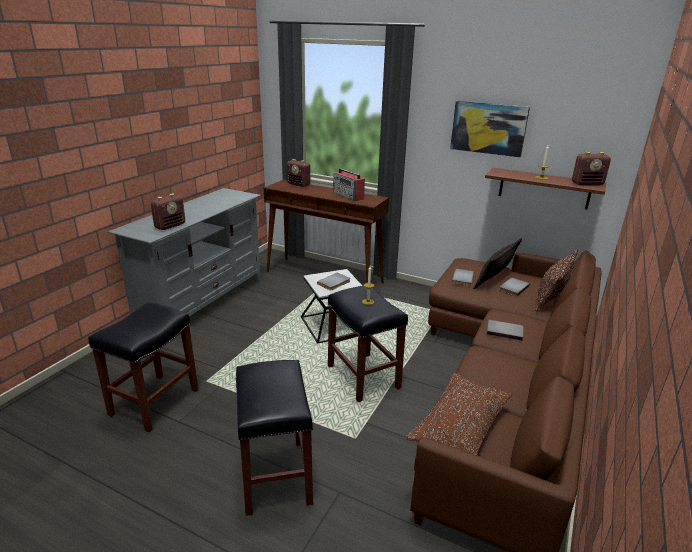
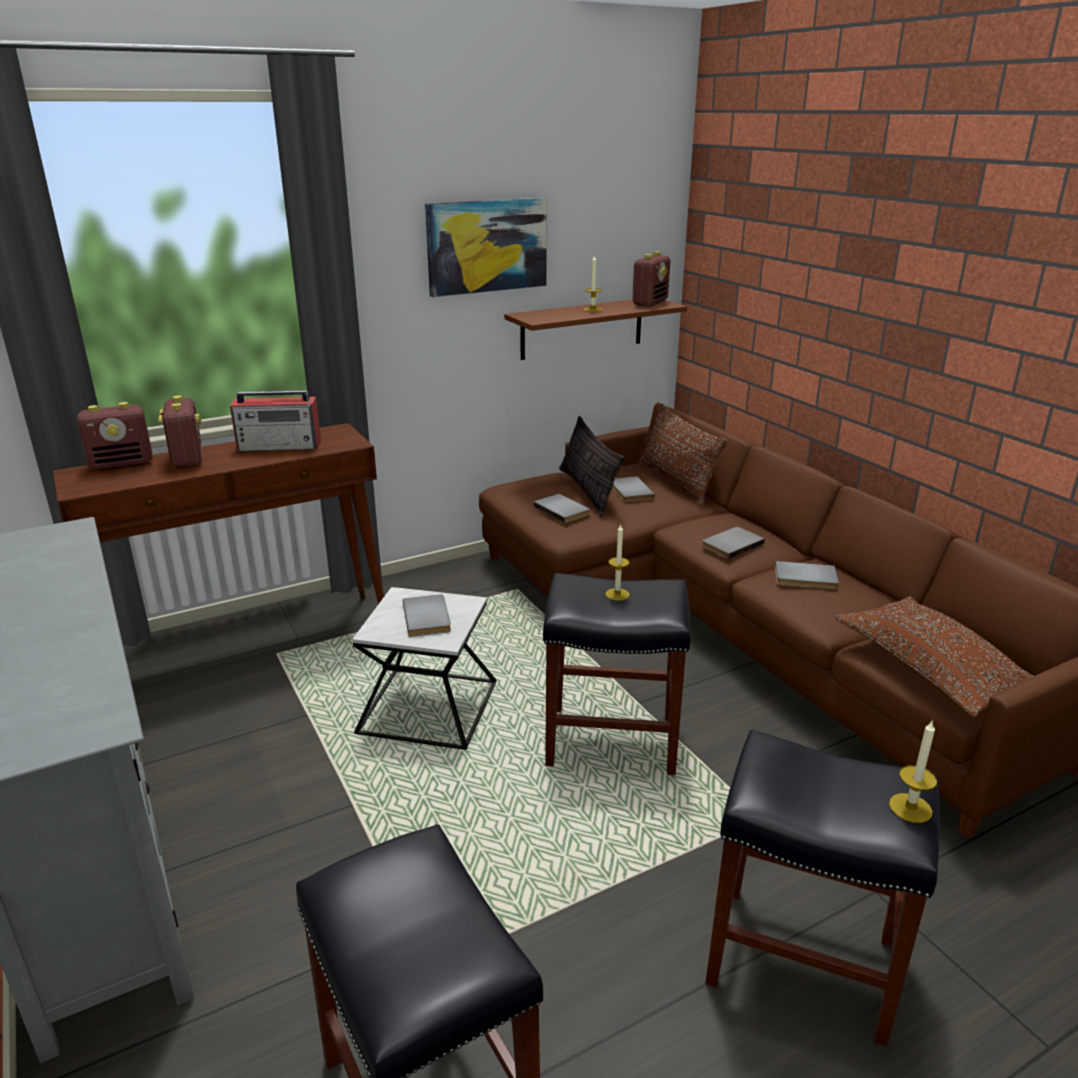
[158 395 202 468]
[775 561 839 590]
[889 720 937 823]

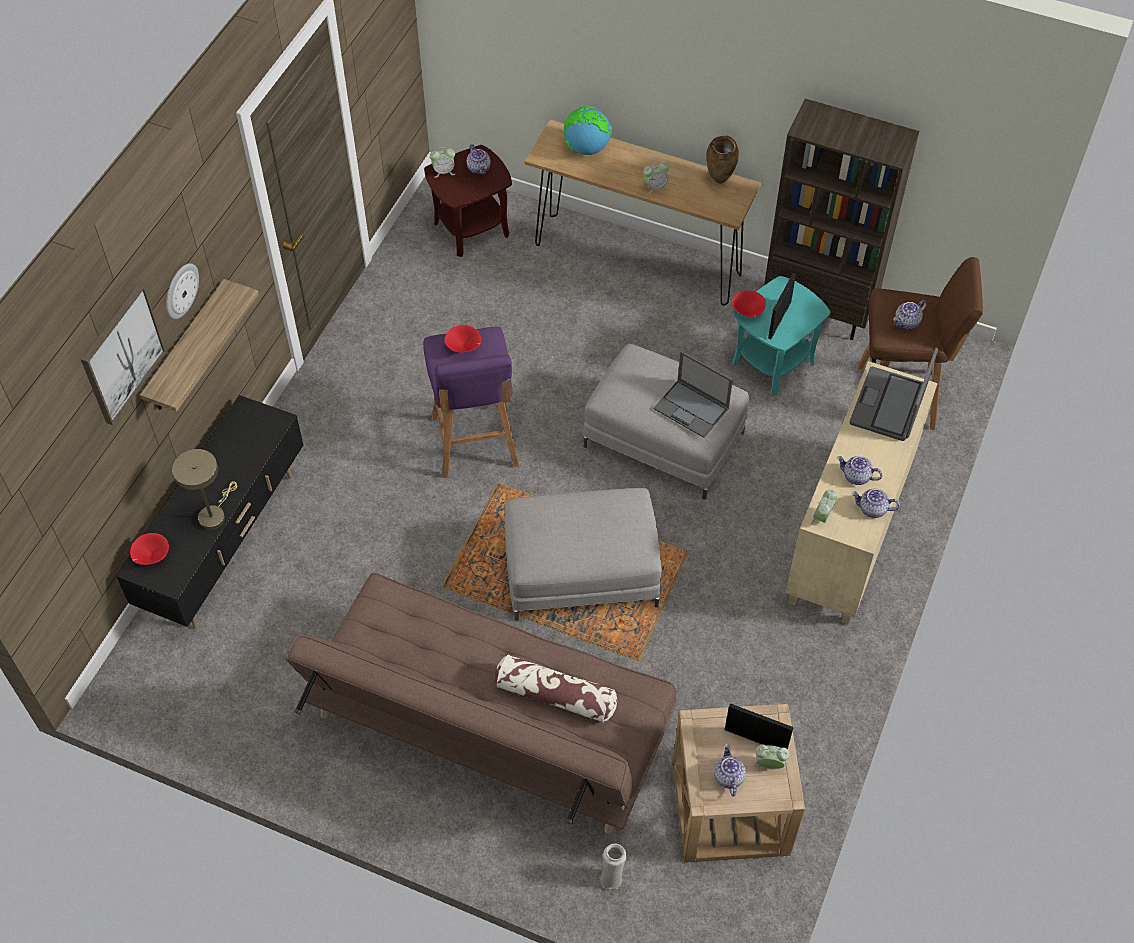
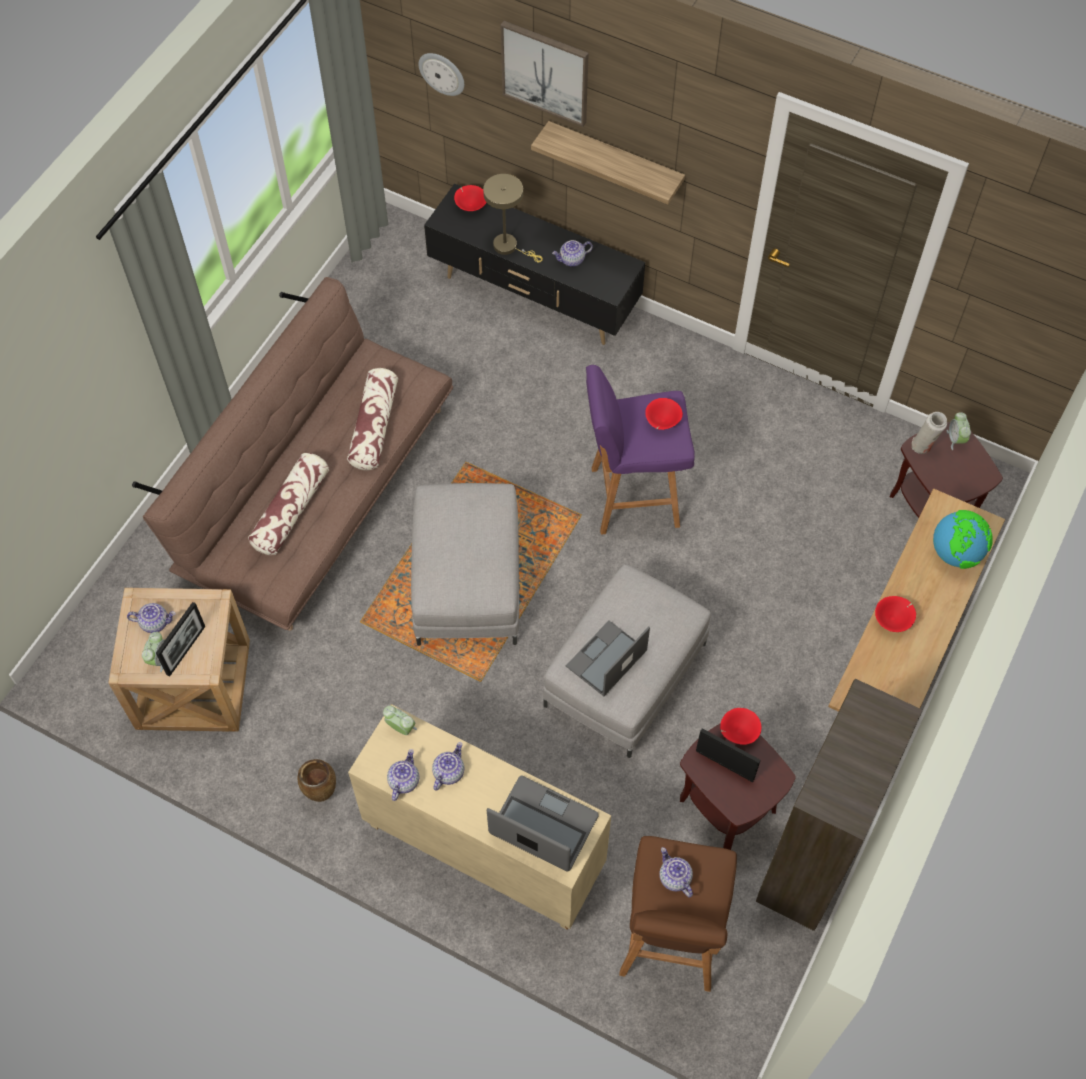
[418 53 464 96]
[552 240 593 267]
[911 412 947 454]
[875 596 916 632]
[297 759 336 802]
[680 723 796 850]
[347 368 398 470]

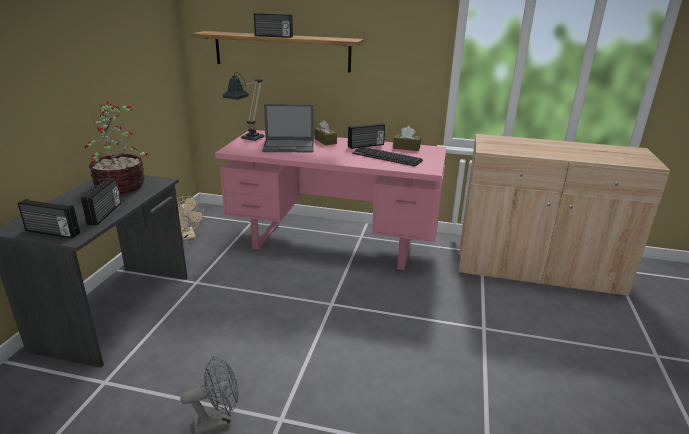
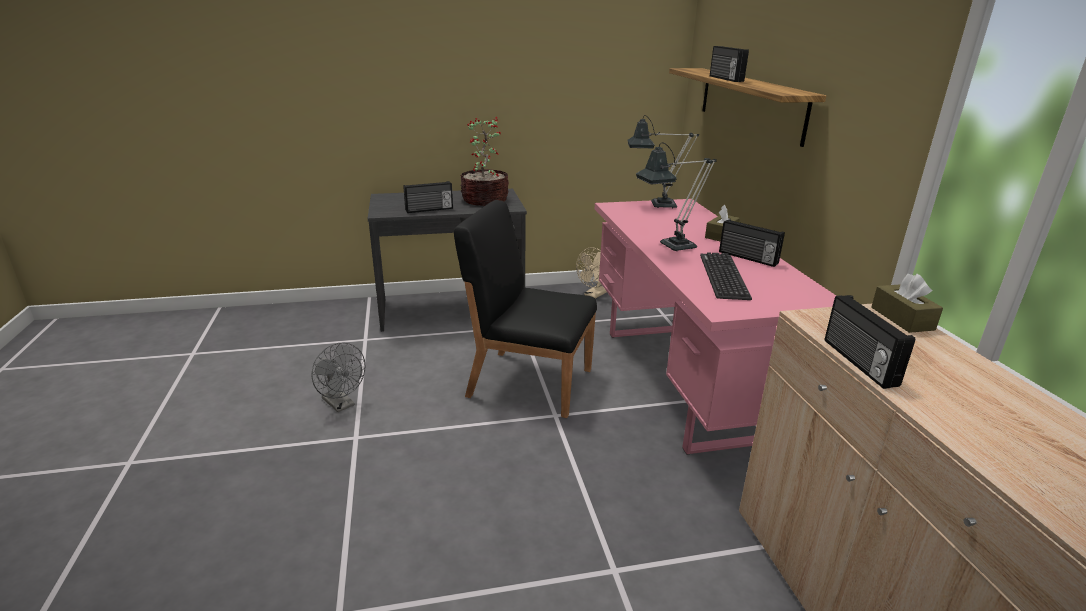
[824 295 915 389]
[262 104 314 152] (first image)
[871 274 943 333]
[454 200 597 418]
[636 142 717 251]

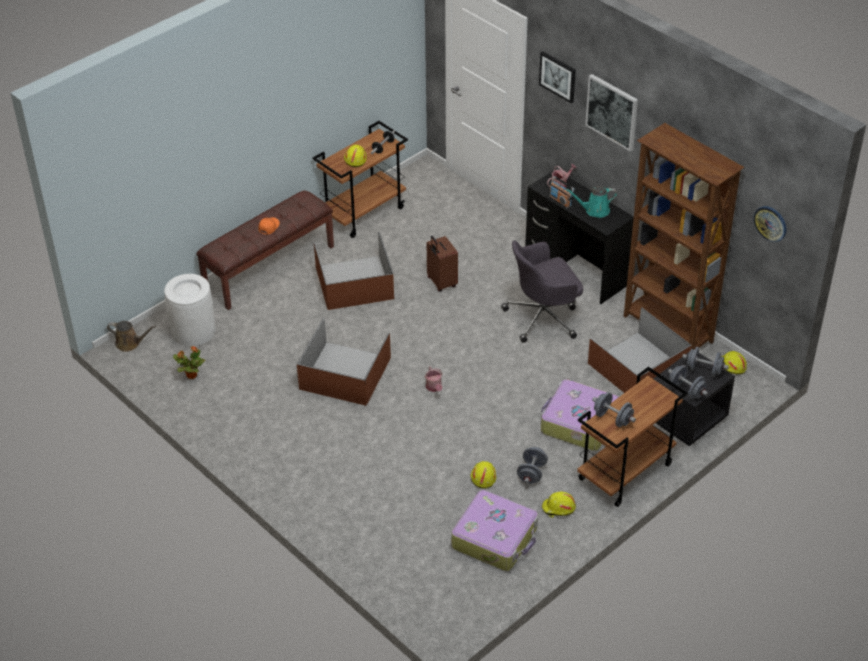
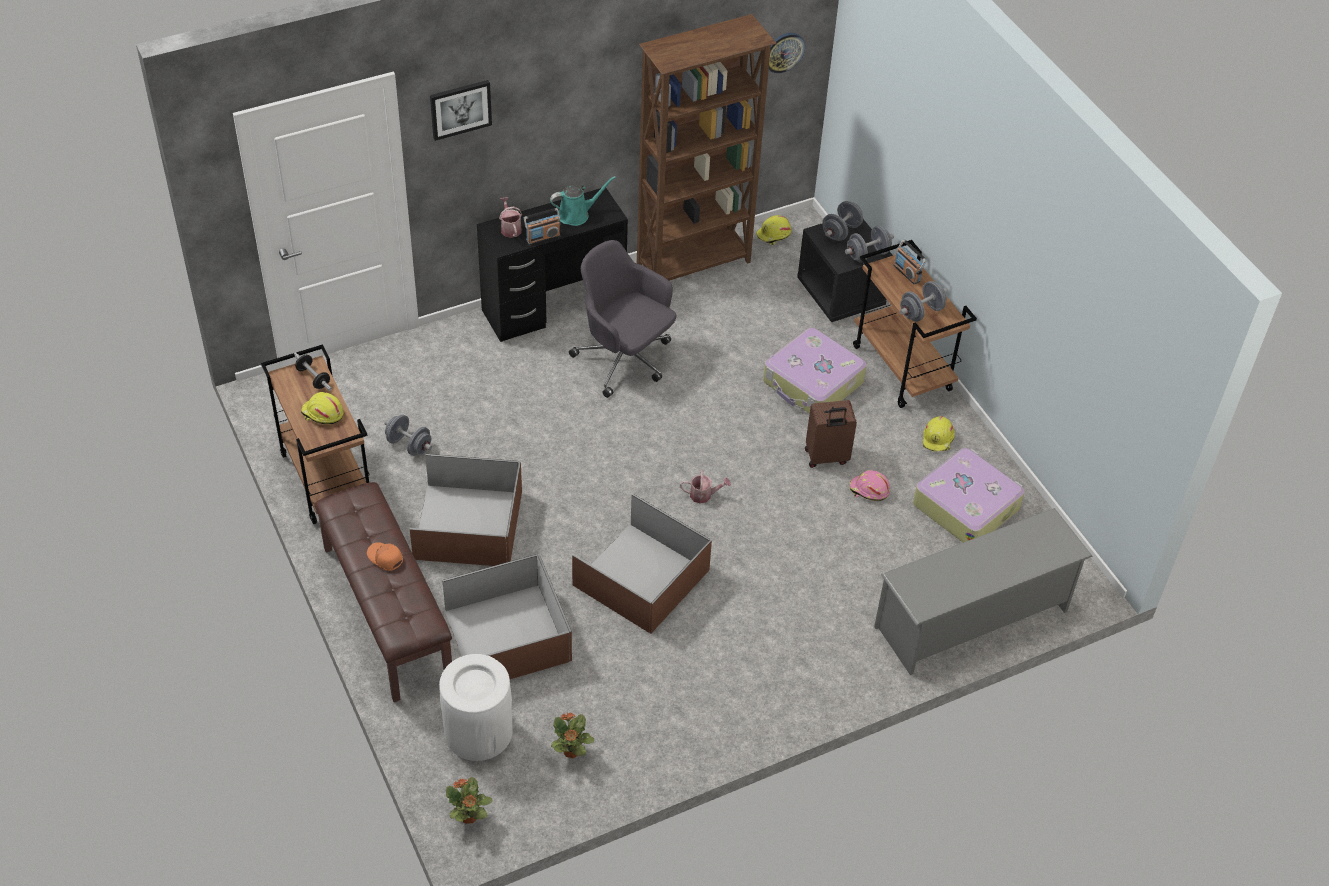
[446 777 492 824]
[805 400 857 468]
[850 470 890 501]
[569 240 676 398]
[385 414 432 456]
[550 176 616 226]
[585 74 638 151] (first image)
[442 554 572 679]
[874 508 1093 675]
[893 239 927 284]

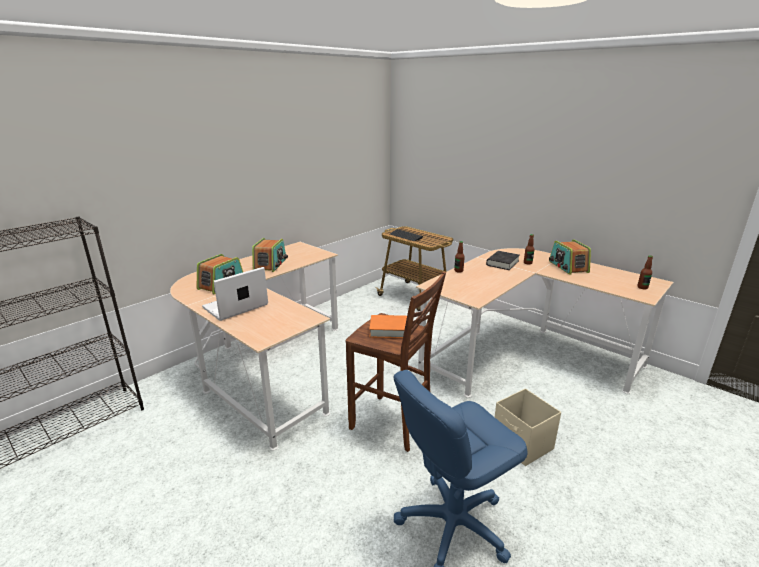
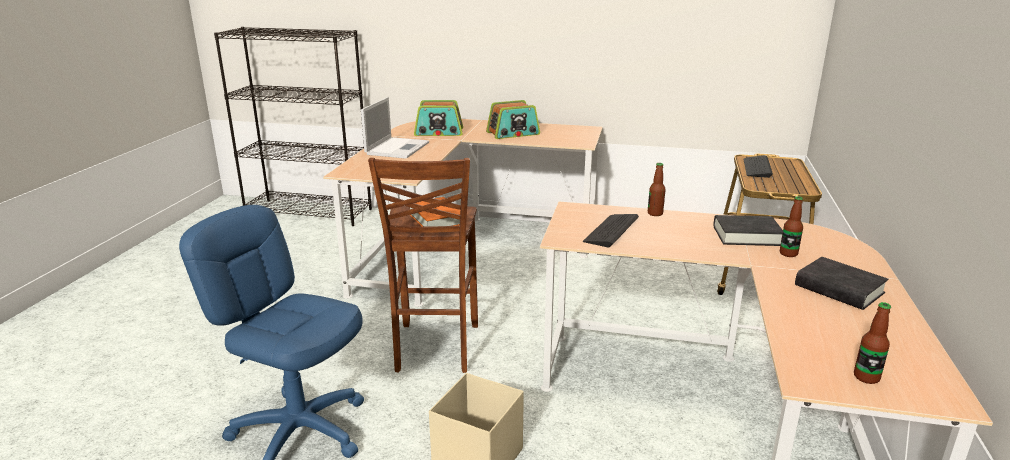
[361 97 429 159]
[795 257 888 310]
[583 214 639 248]

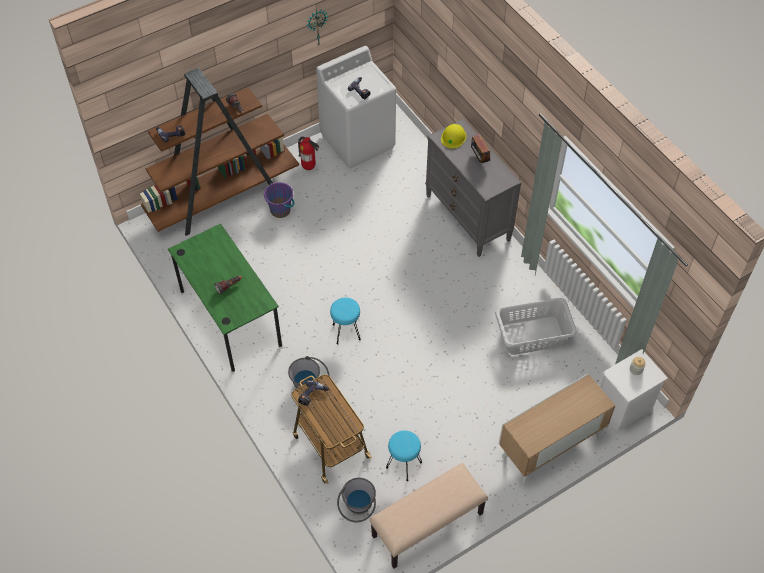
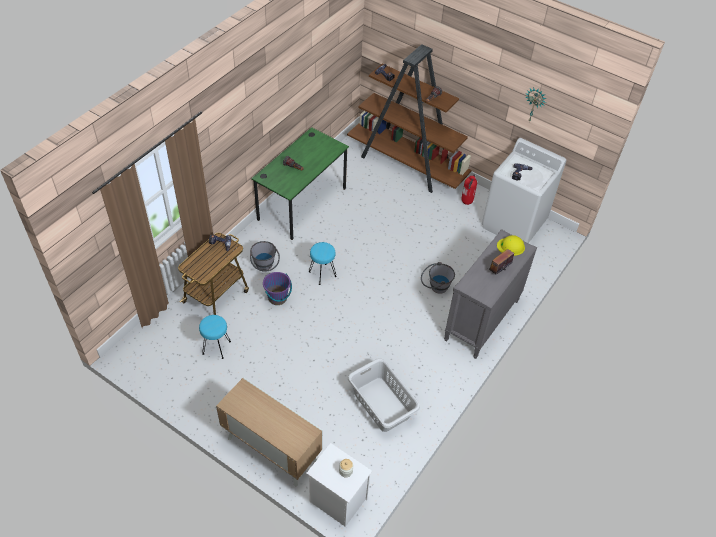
[263 272 292 305]
[421 262 455 294]
[369 463 488 568] (first image)

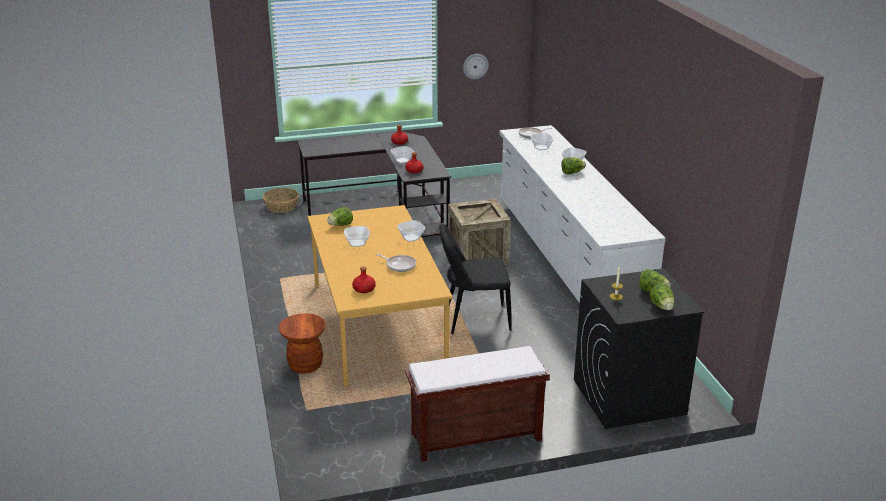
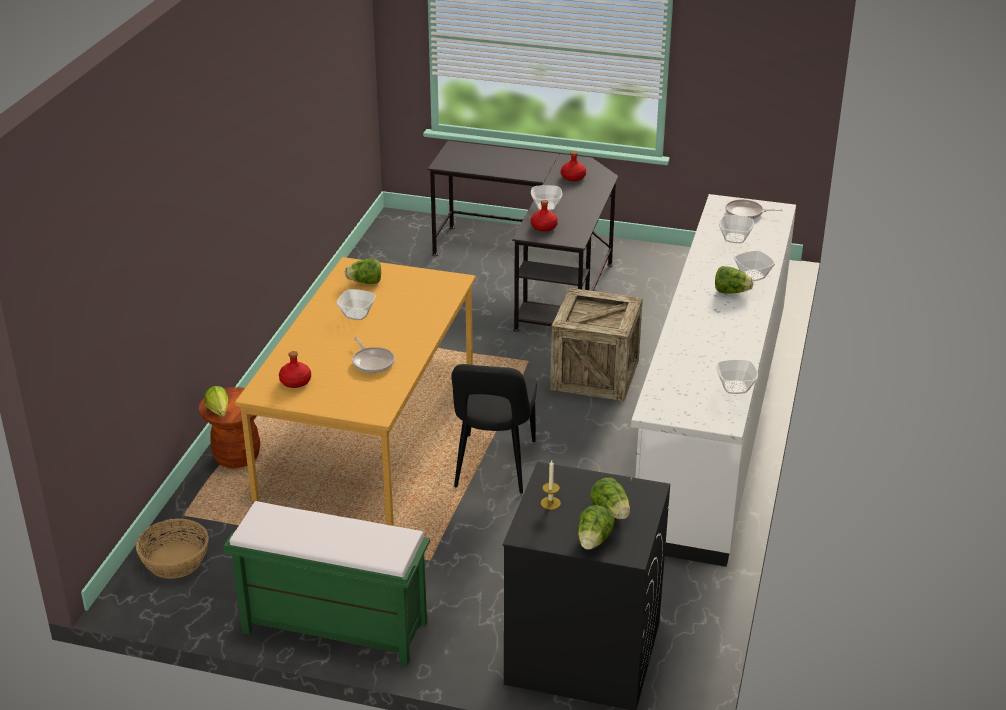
[136 518 209 579]
[717 360 758 394]
[224 501 430 666]
[451 364 537 494]
[463 54 489 79] (first image)
[205 386 228 416]

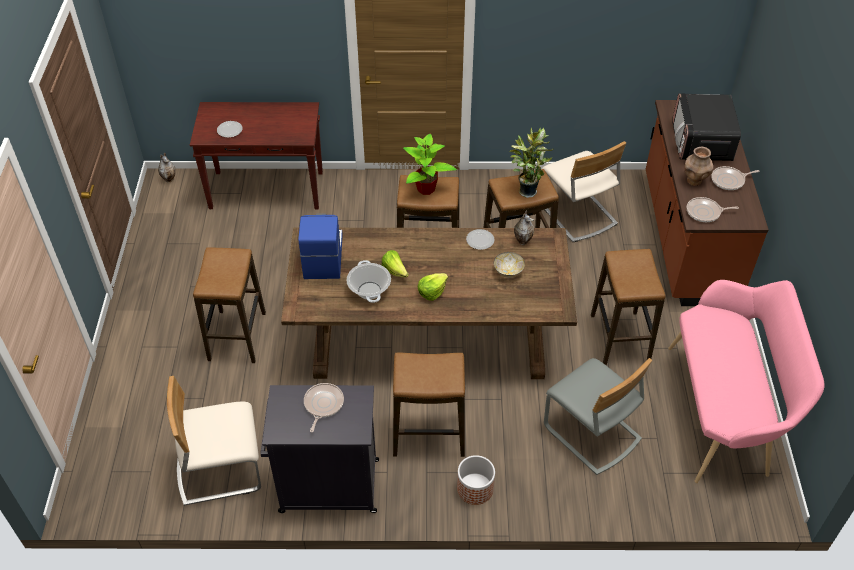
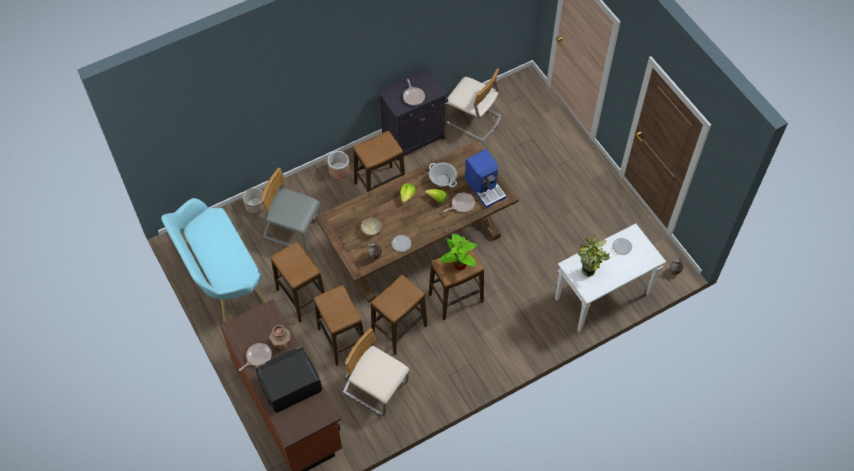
[445 68 502 142]
[555 223 666 332]
[314 285 364 366]
[578 235 610 277]
[161 198 267 322]
[255 346 322 413]
[443 193 475 212]
[243 188 265 214]

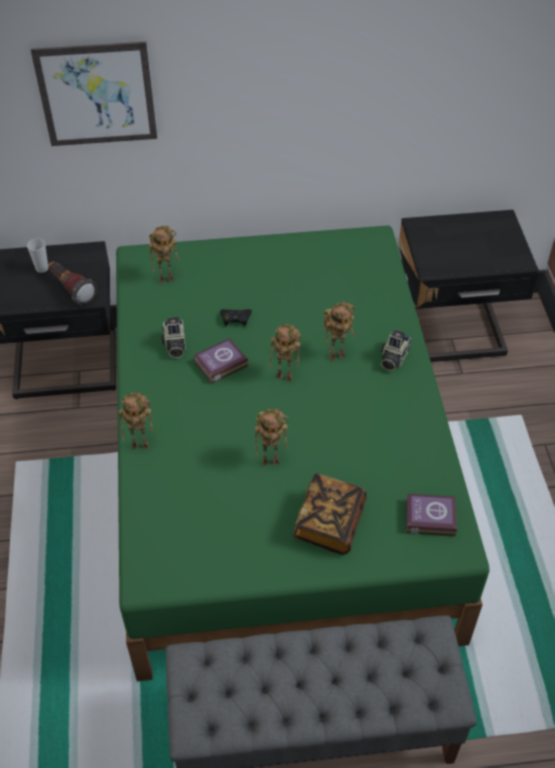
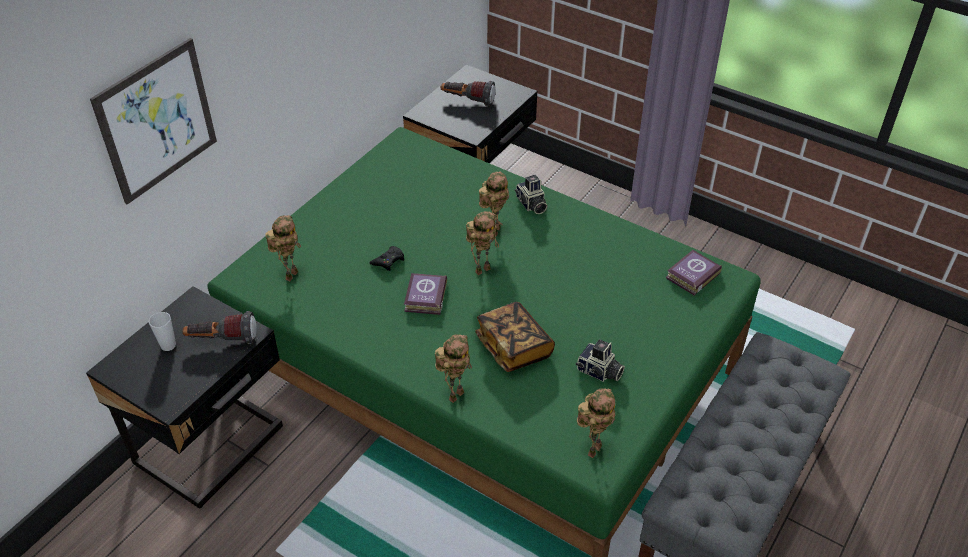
[576 339 625 382]
[577 388 615 458]
[475 302 555 372]
[441 81 495 107]

